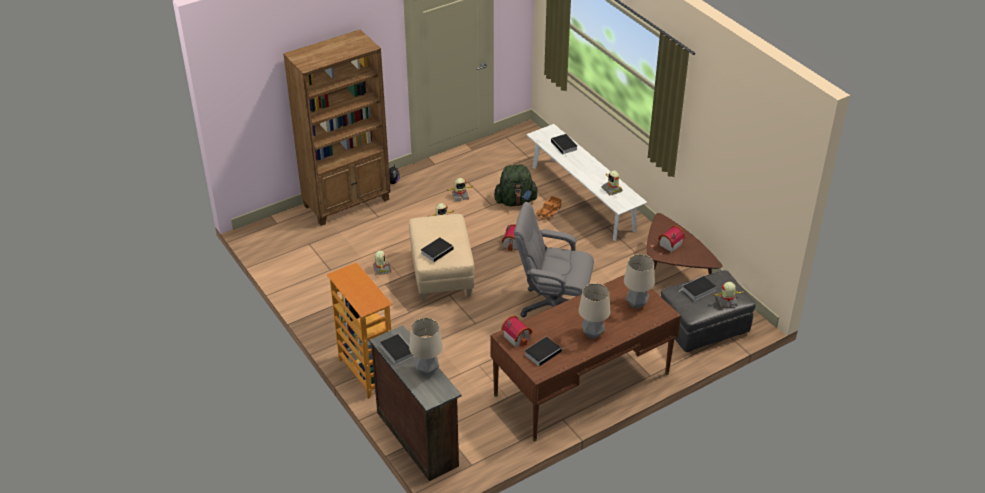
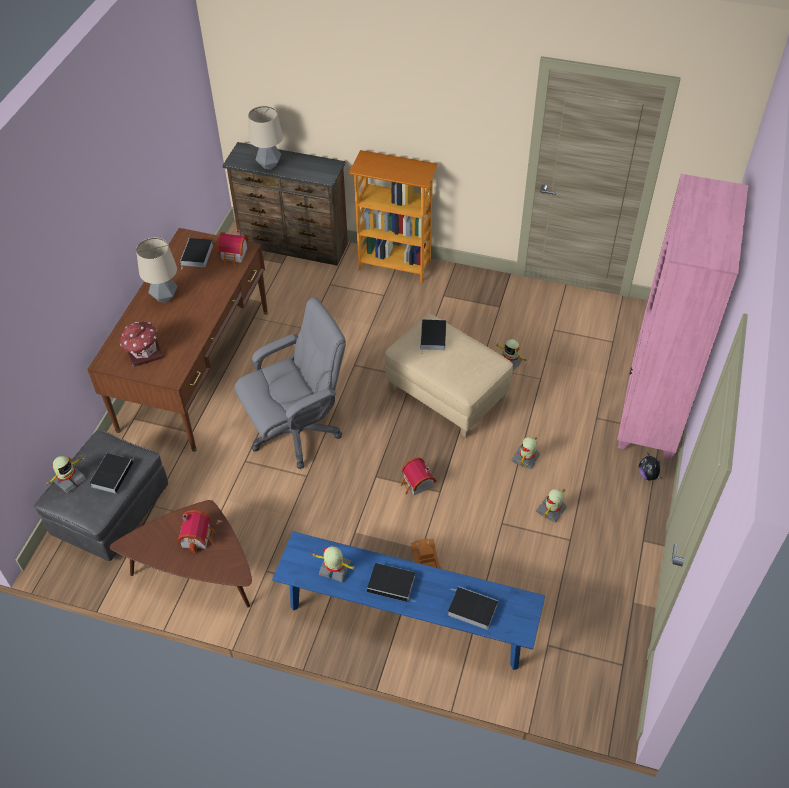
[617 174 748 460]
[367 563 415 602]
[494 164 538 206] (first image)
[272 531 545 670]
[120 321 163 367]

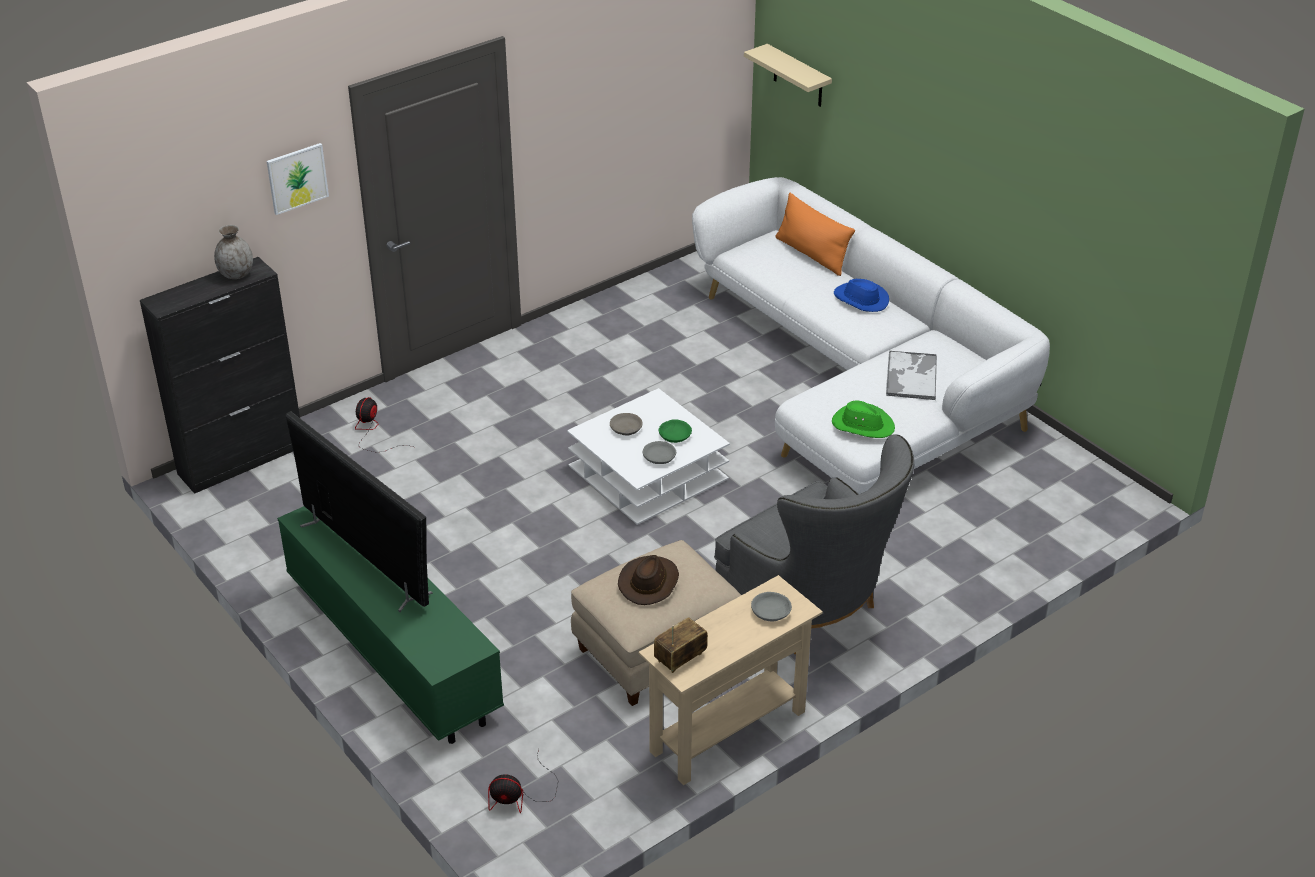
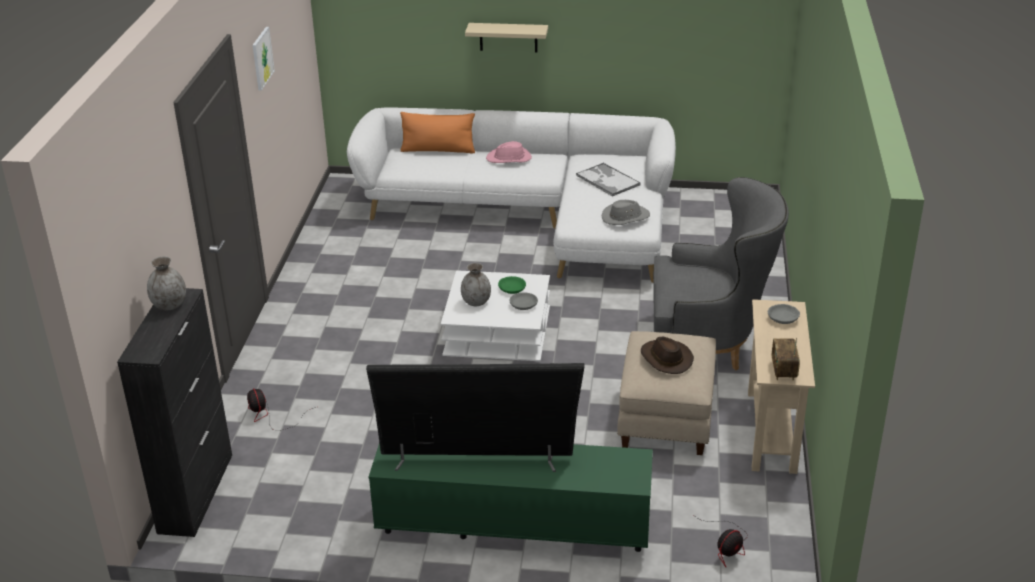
[252 27 275 91]
[461 263 491 306]
[465 23 548 53]
[602 200 650 225]
[486 141 532 163]

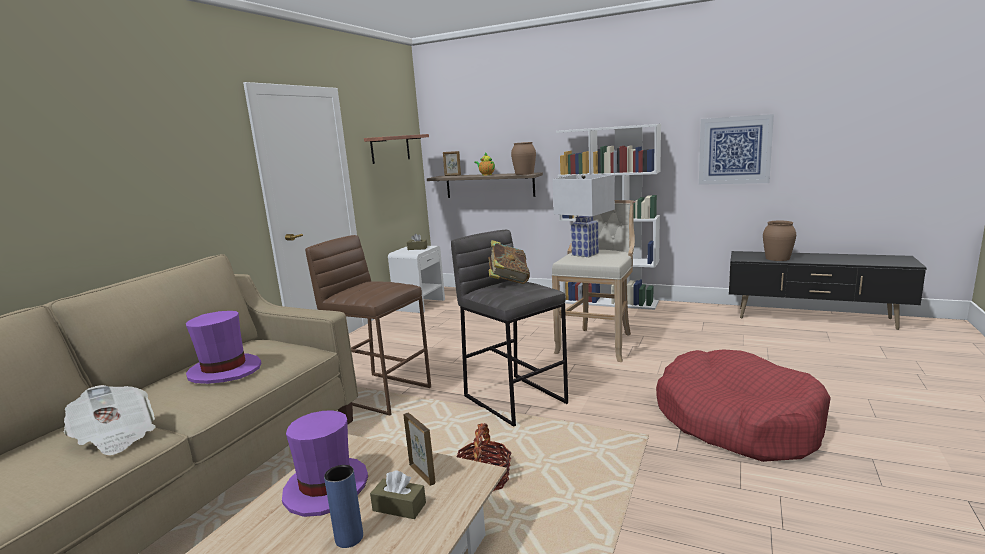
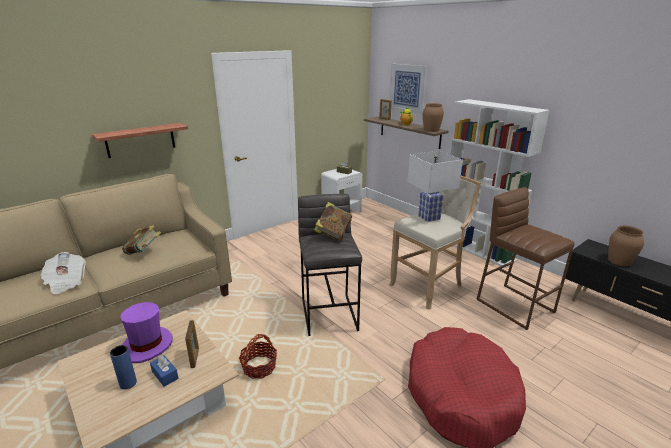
[122 225 161 255]
[476 187 575 330]
[92 123 188 158]
[150 355 179 387]
[389 64 427 114]

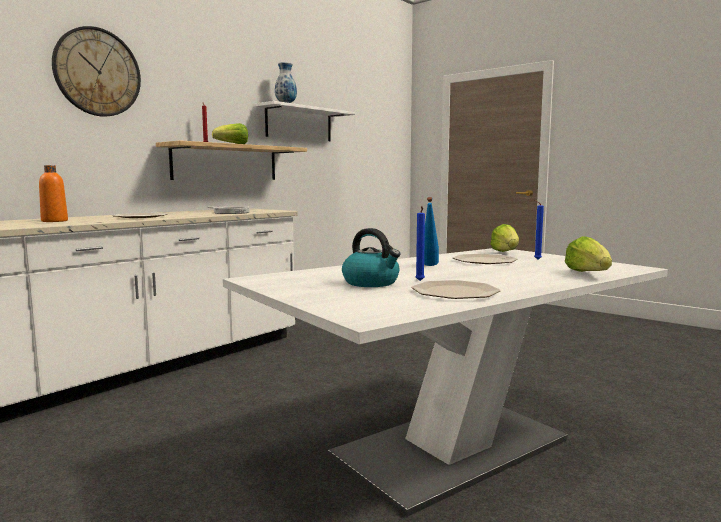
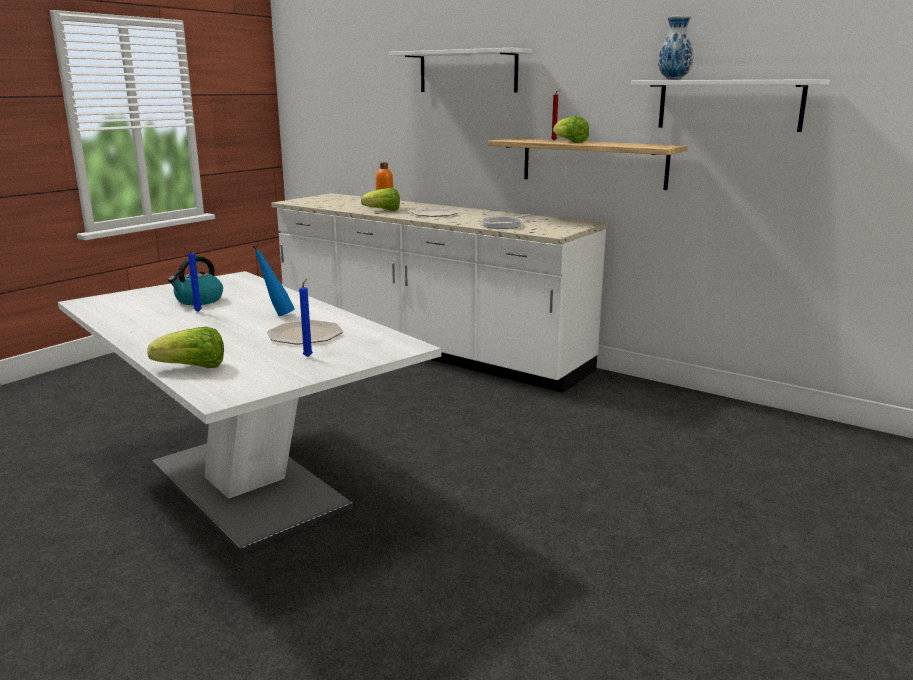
[390 48 532 92]
[411 280 501 299] (first image)
[361 188 400 211]

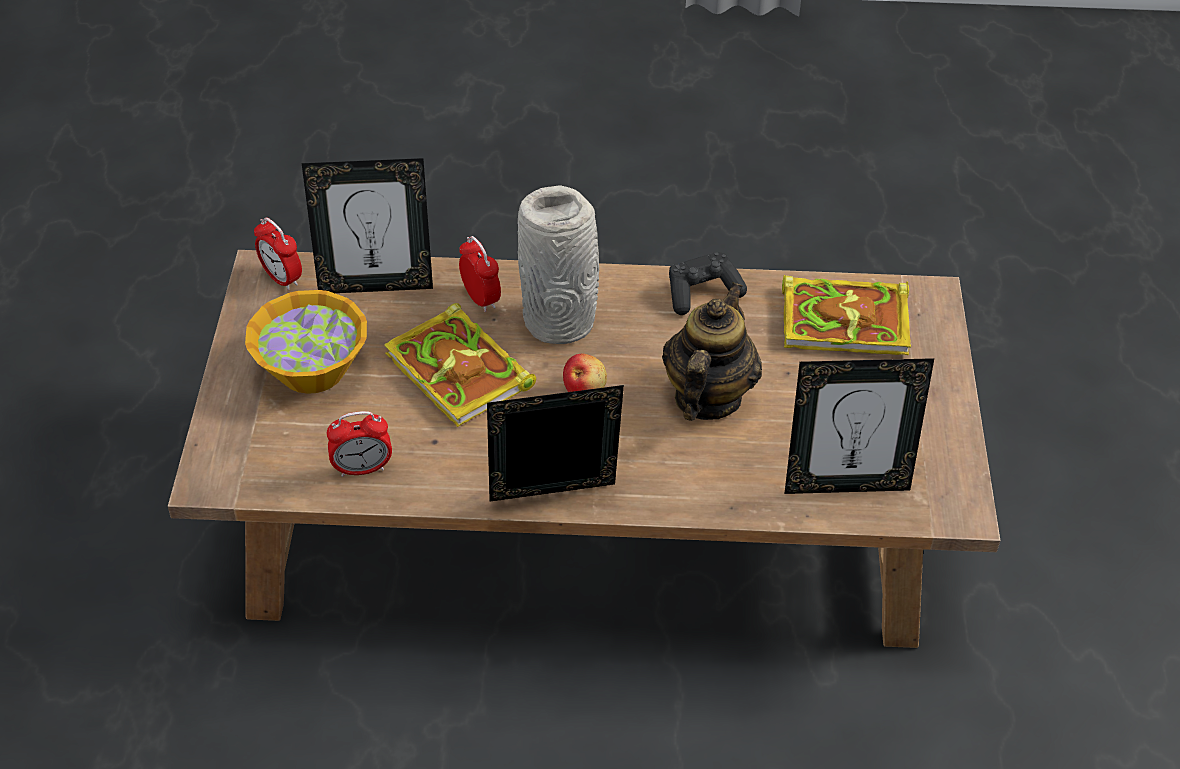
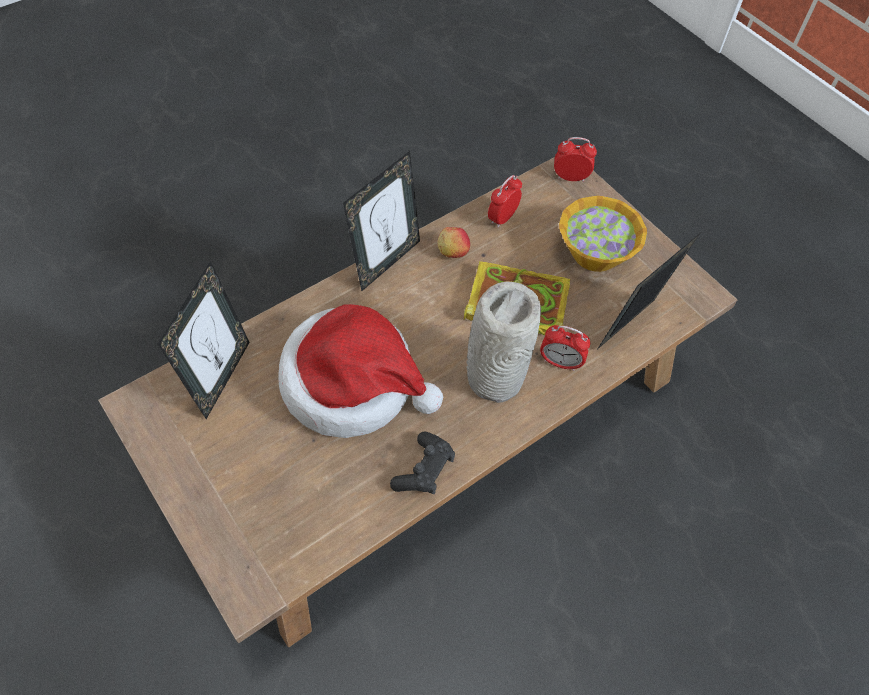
[554 137 597 182]
[437 227 470 258]
[279 304 443 438]
[782 275 911 355] (first image)
[158 261 250 419]

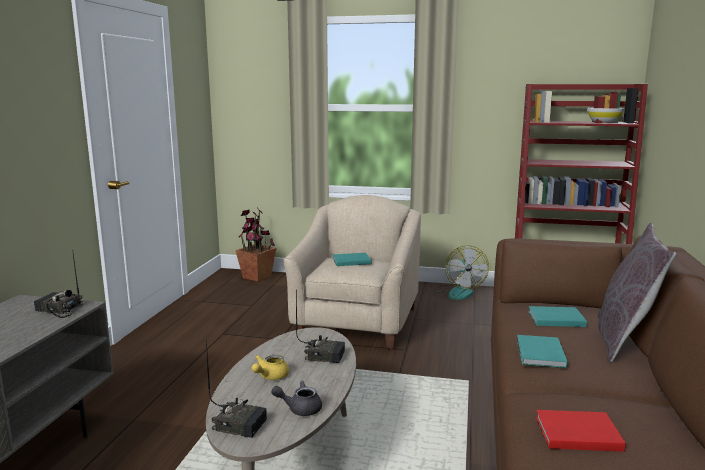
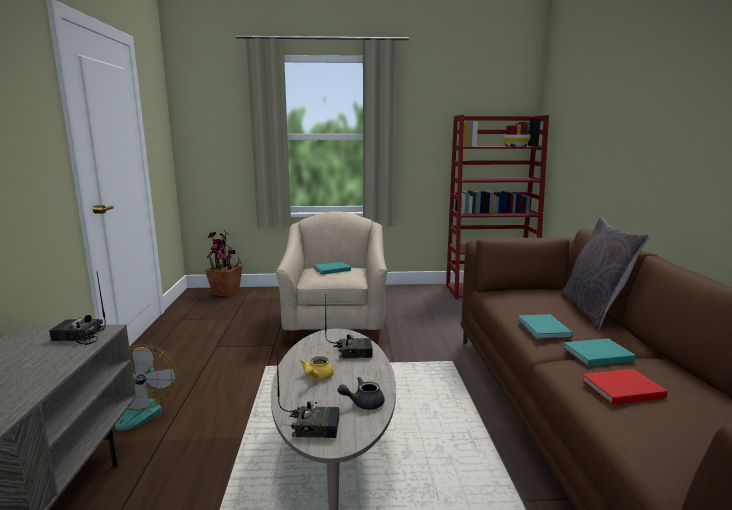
[115 345 177 431]
[563 338 636 366]

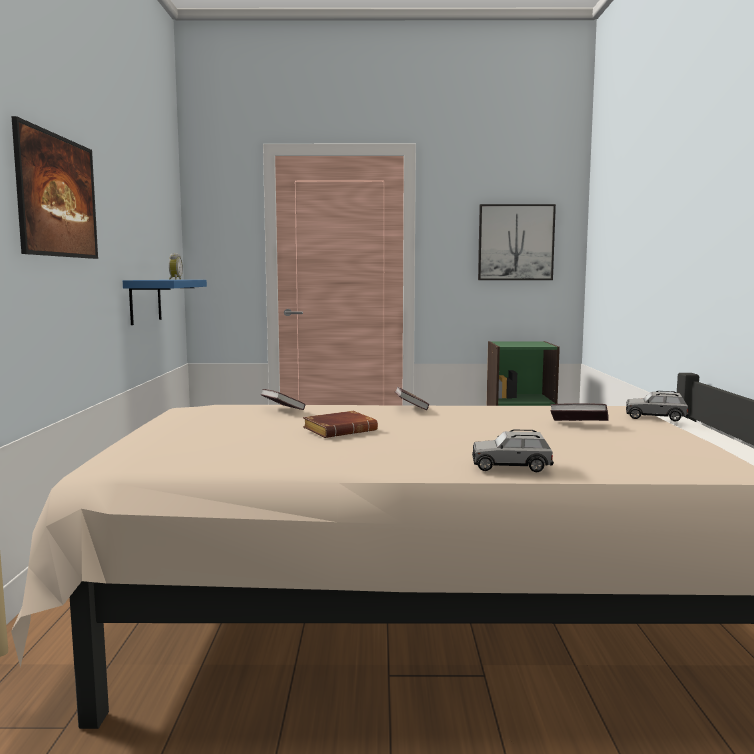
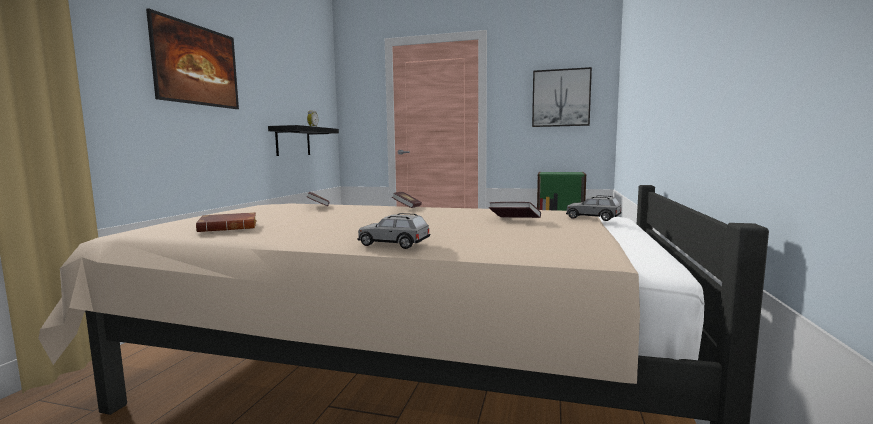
[268 125 339 156]
[196 212 257 232]

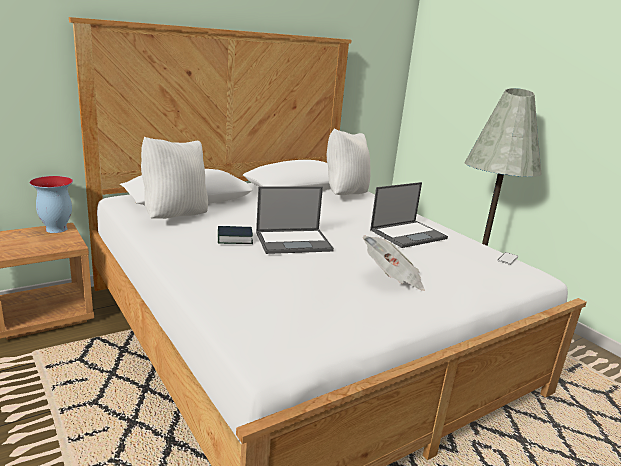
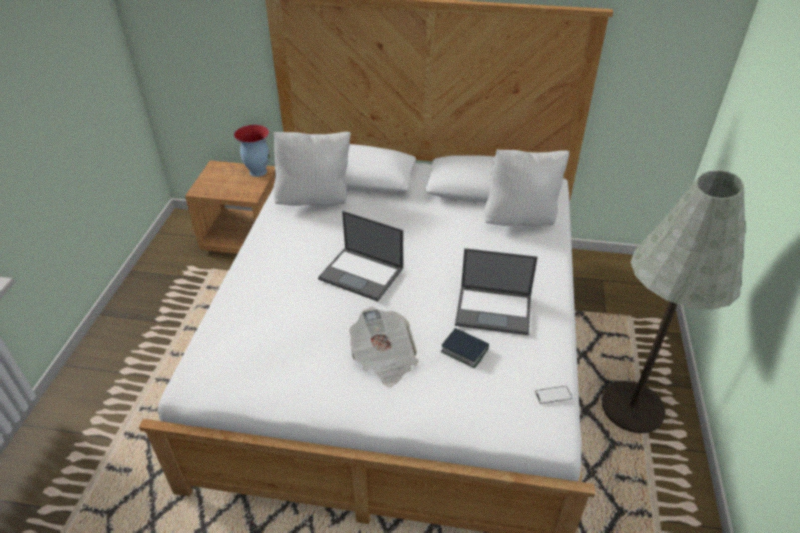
[441 328 489 368]

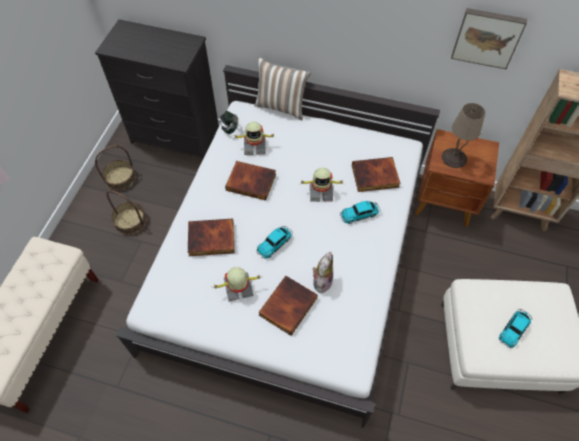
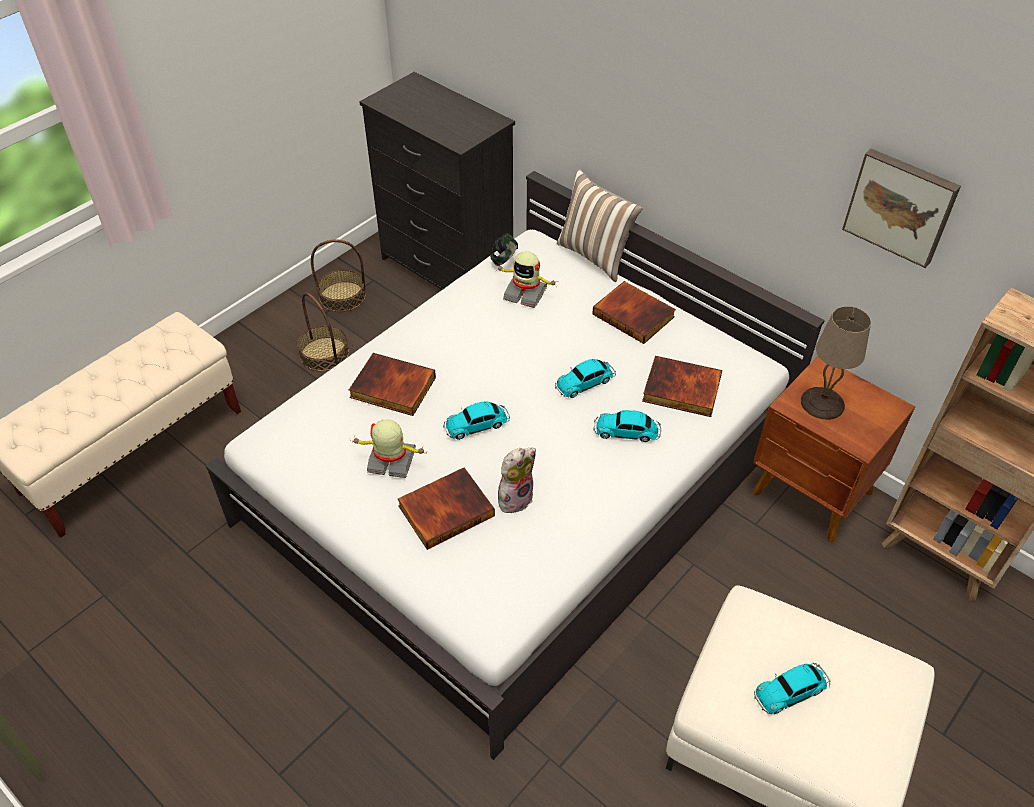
[592 281 676 344]
[555 359 616 398]

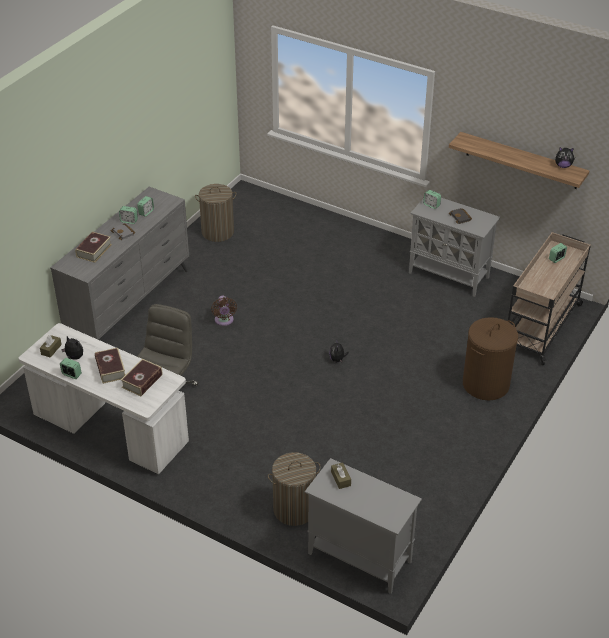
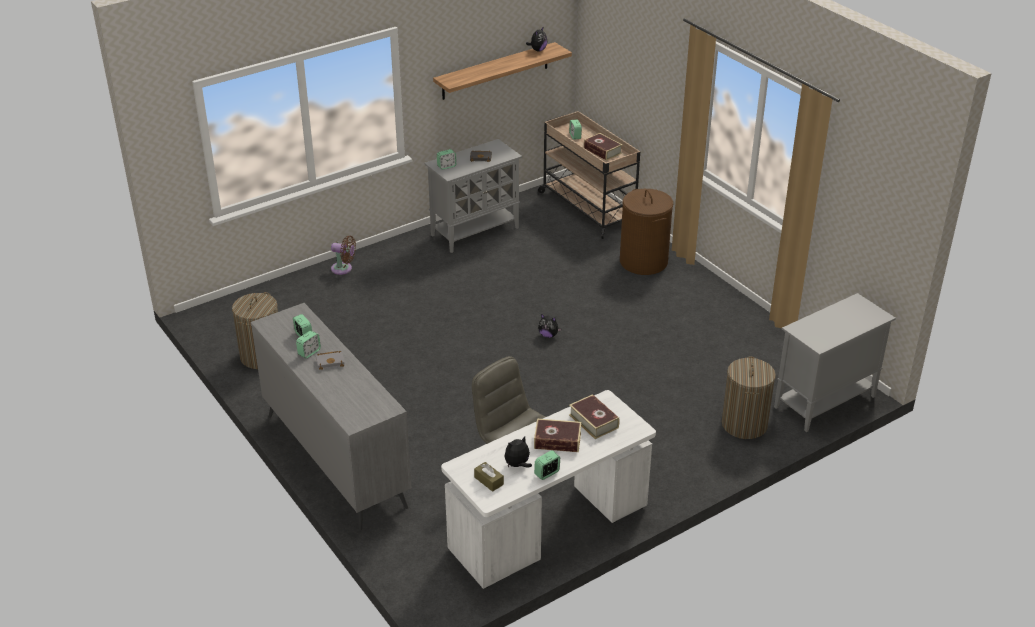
[584 133 622 161]
[331 236 356 275]
[331 463 351 489] (first image)

